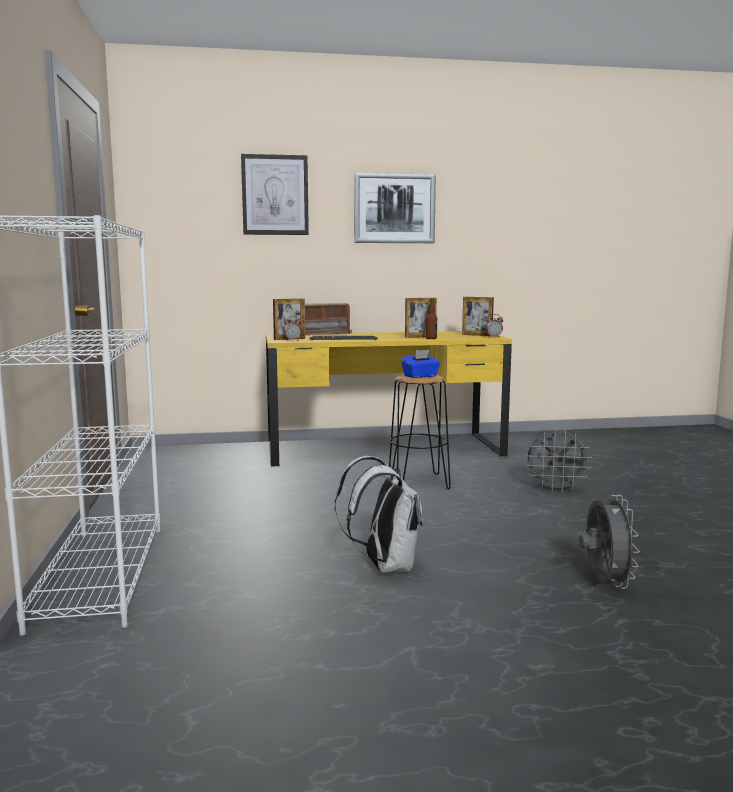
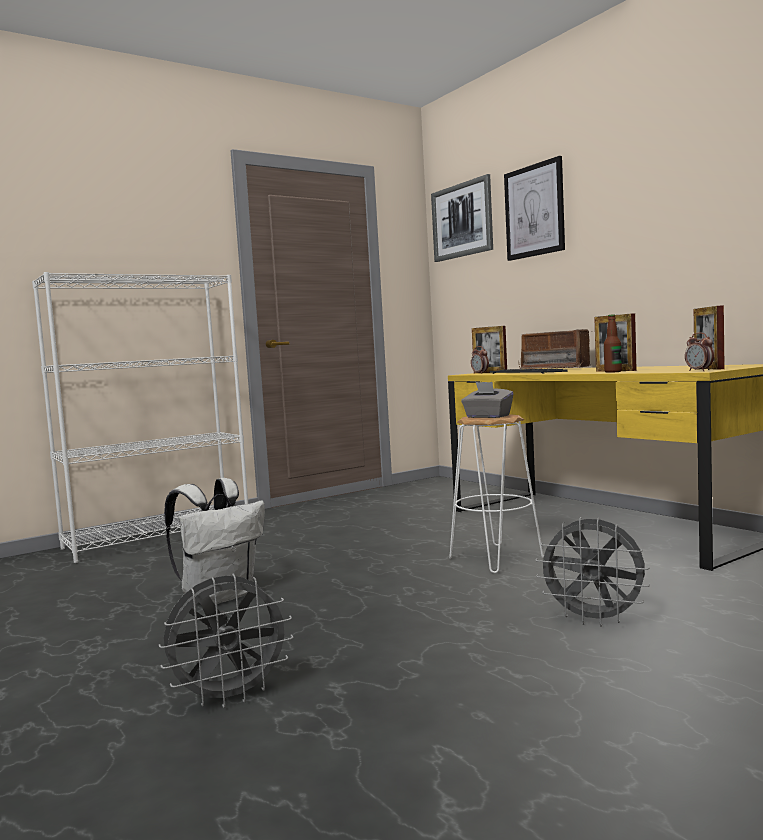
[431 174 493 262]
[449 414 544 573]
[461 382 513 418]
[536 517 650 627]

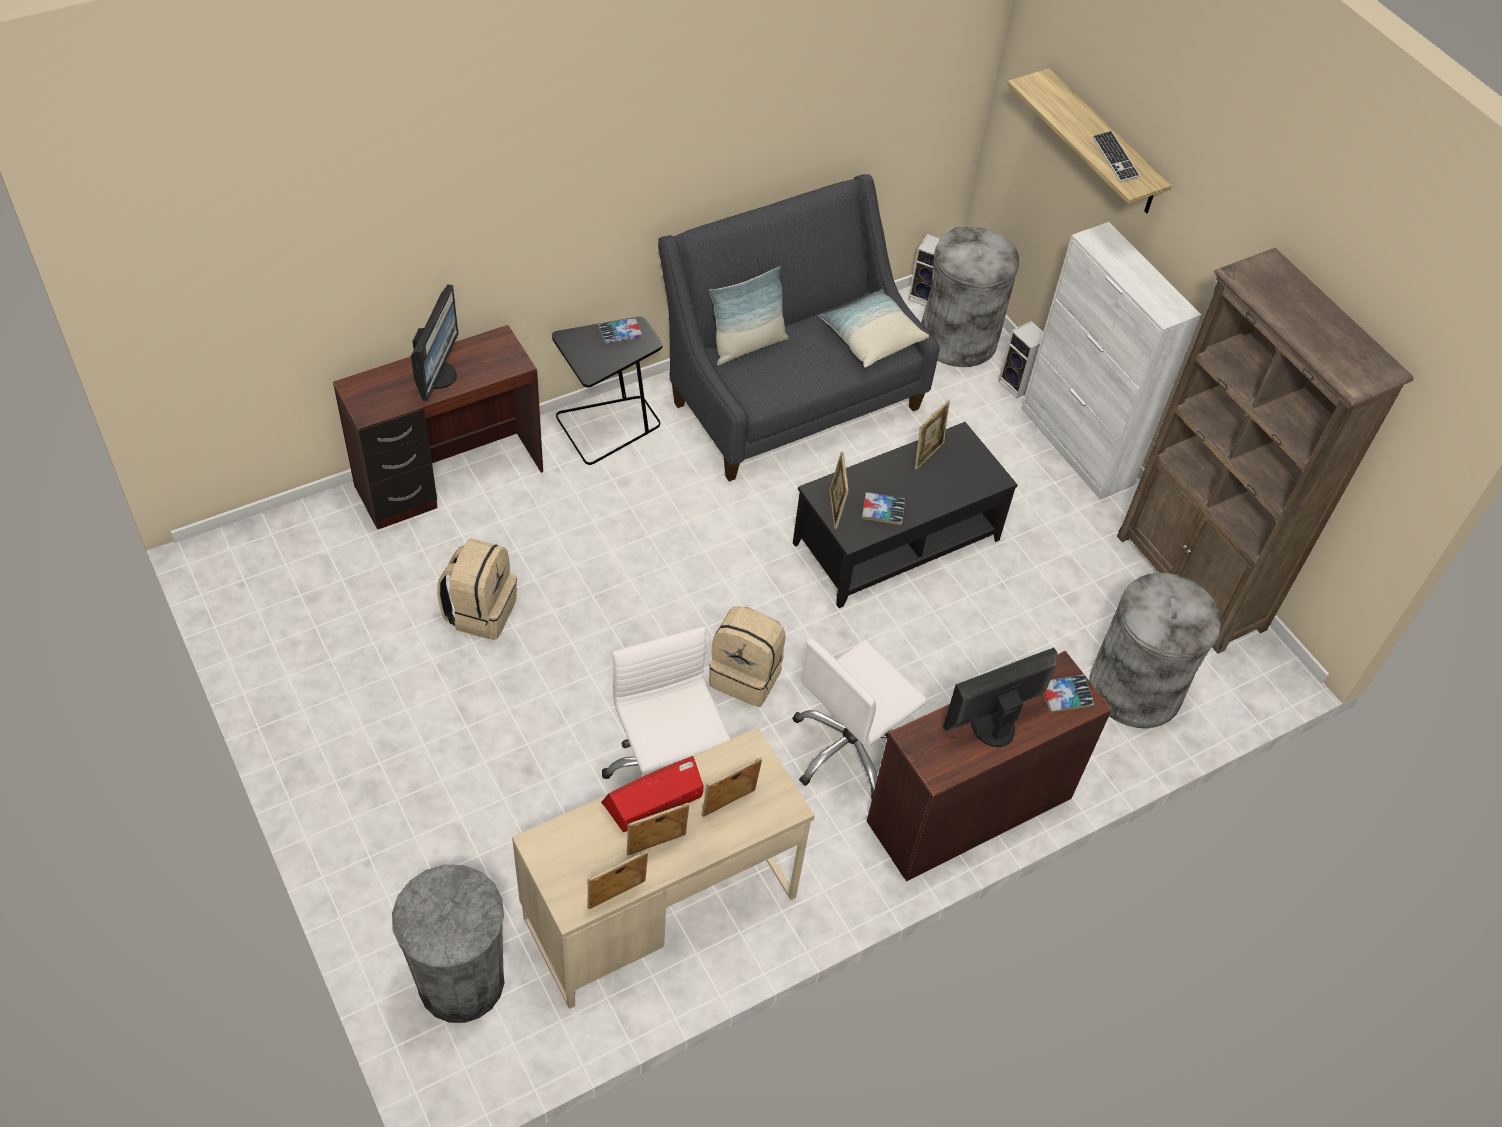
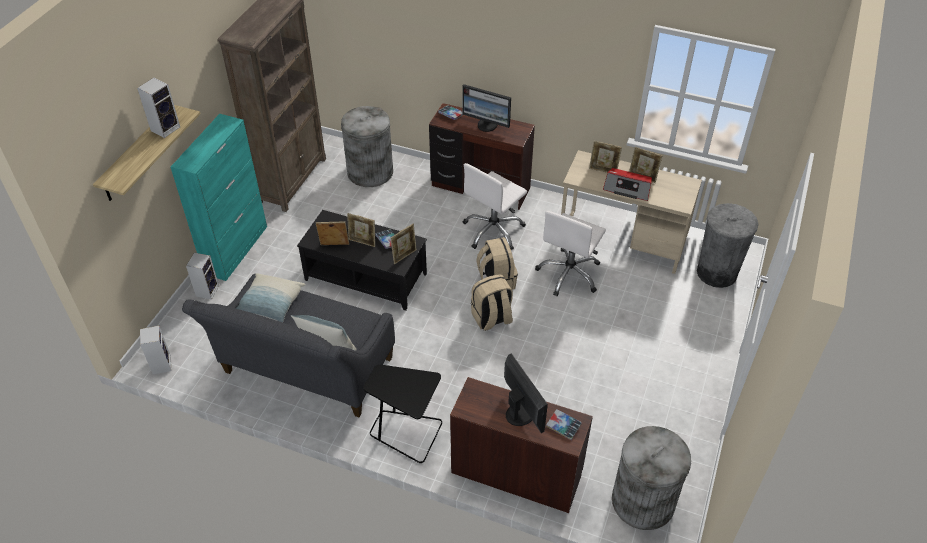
[137 77 180 138]
[171 114 267 281]
[347 213 375 247]
[463 163 527 250]
[471 274 513 331]
[504 353 548 433]
[546 409 582 440]
[612 426 691 530]

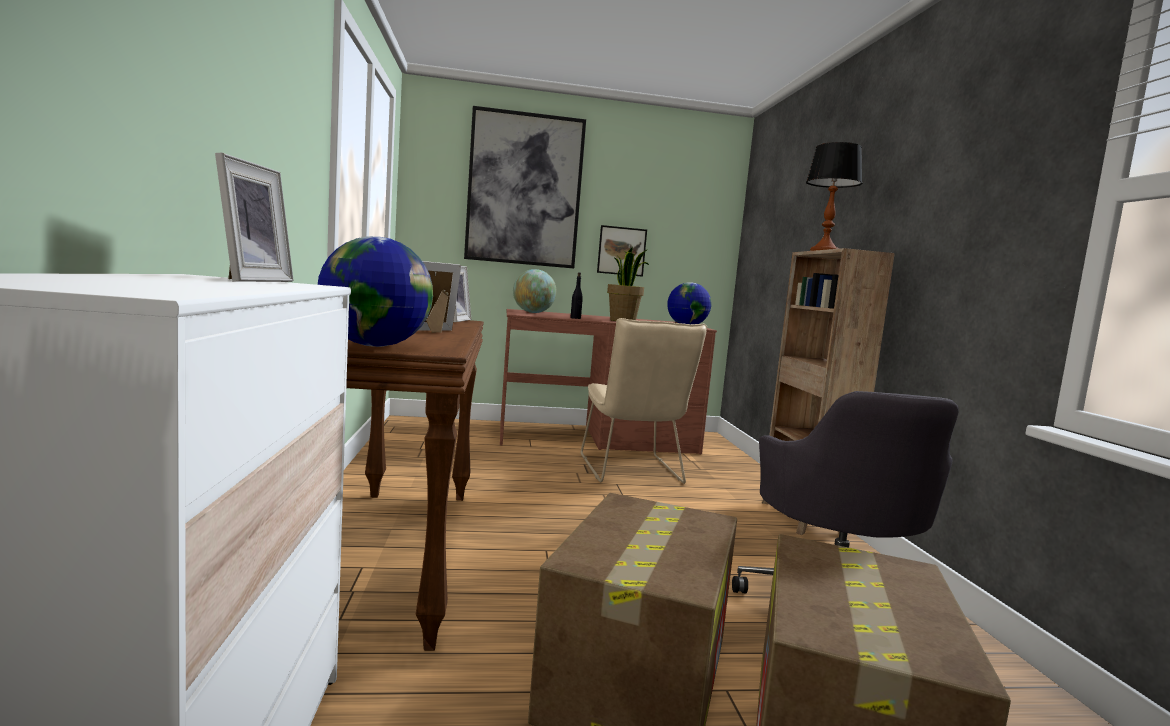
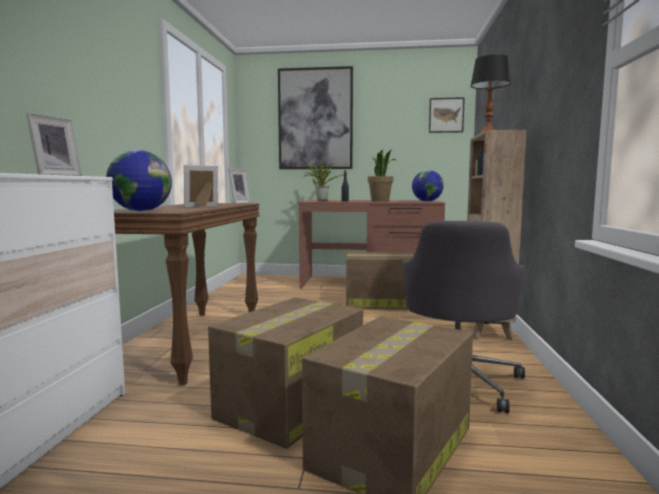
[304 162 344 201]
[346 252 415 309]
[429 97 465 133]

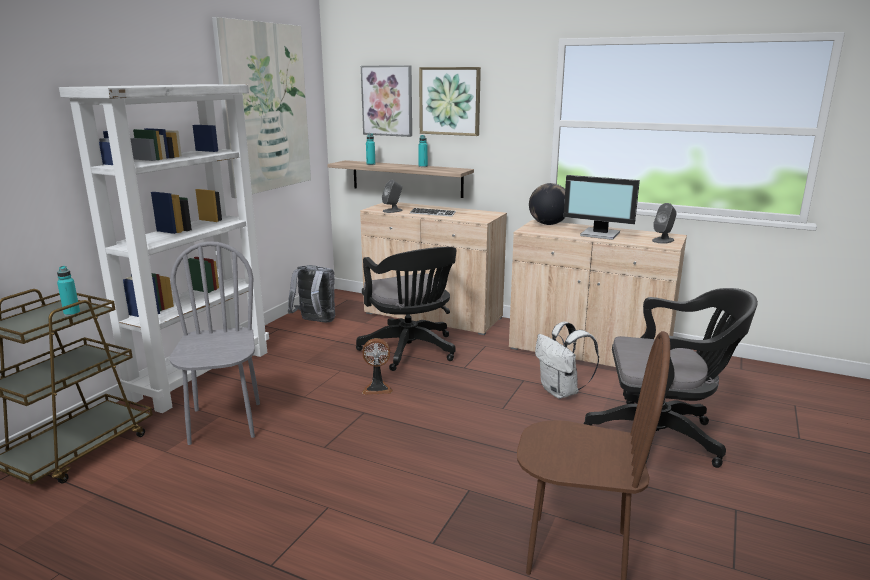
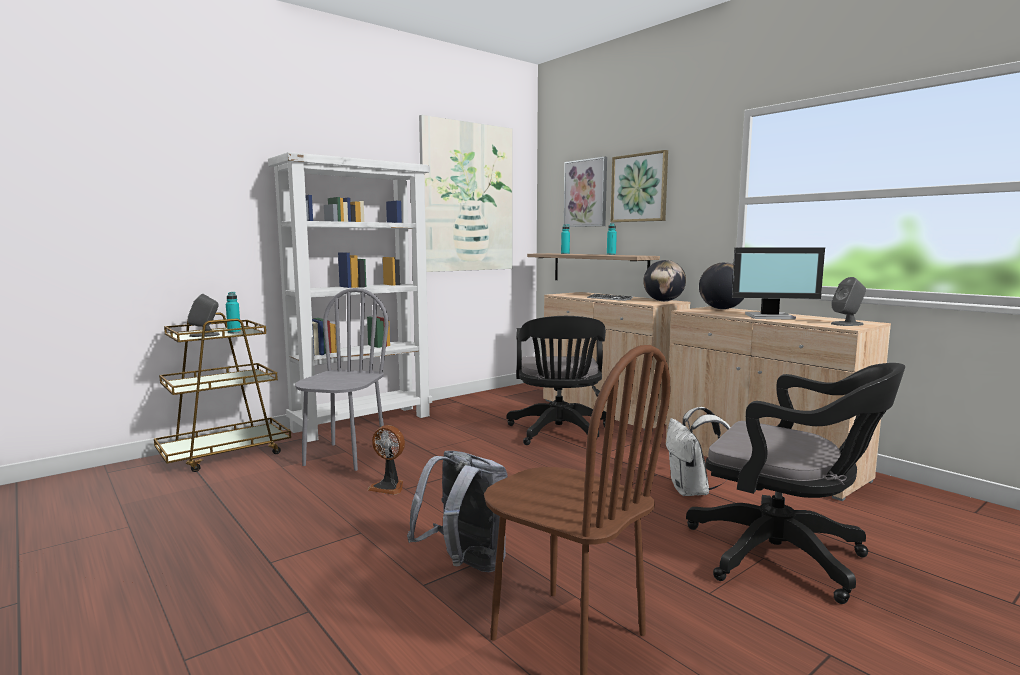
[188 294 220 337]
[368 425 405 495]
[407 451 508 572]
[643 260 686 301]
[732 247 825 320]

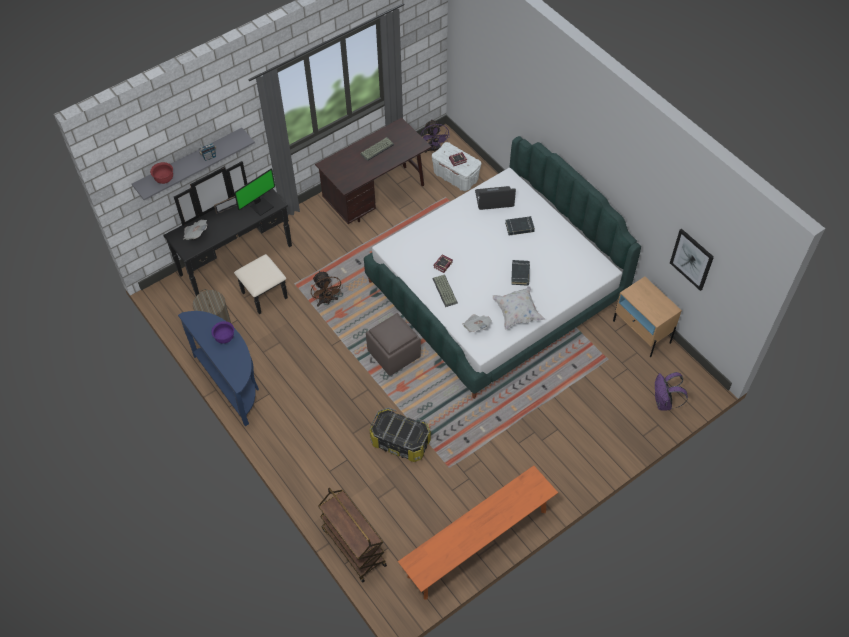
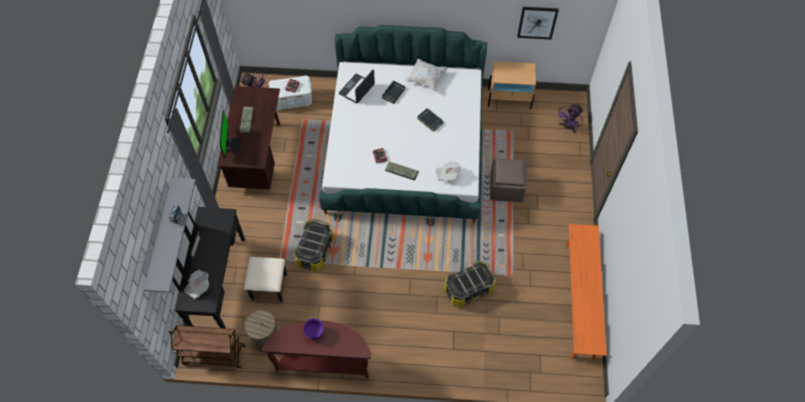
[169 325 246 368]
[219 110 241 158]
[262 321 371 379]
[293 219 334 272]
[405 59 448 92]
[490 159 526 202]
[557 104 583 133]
[150 162 173 184] (first image)

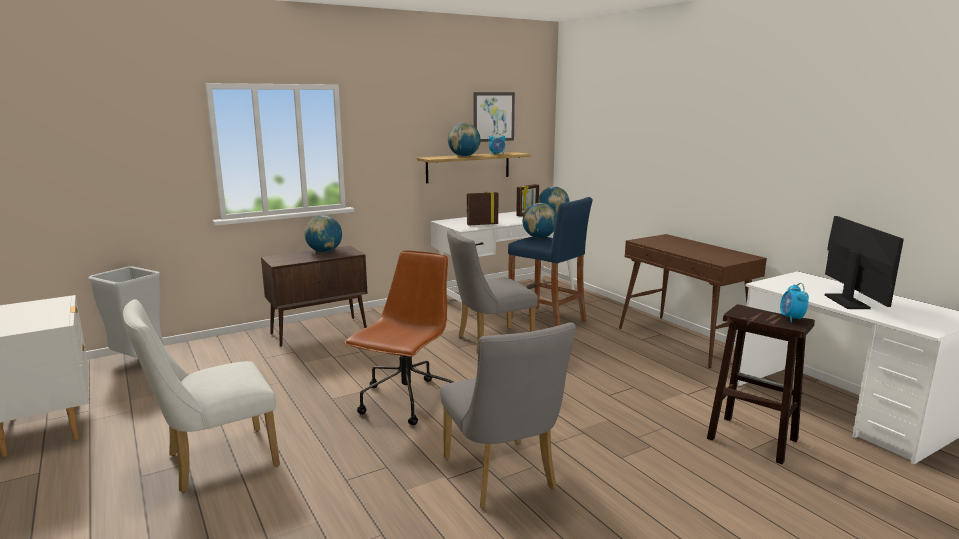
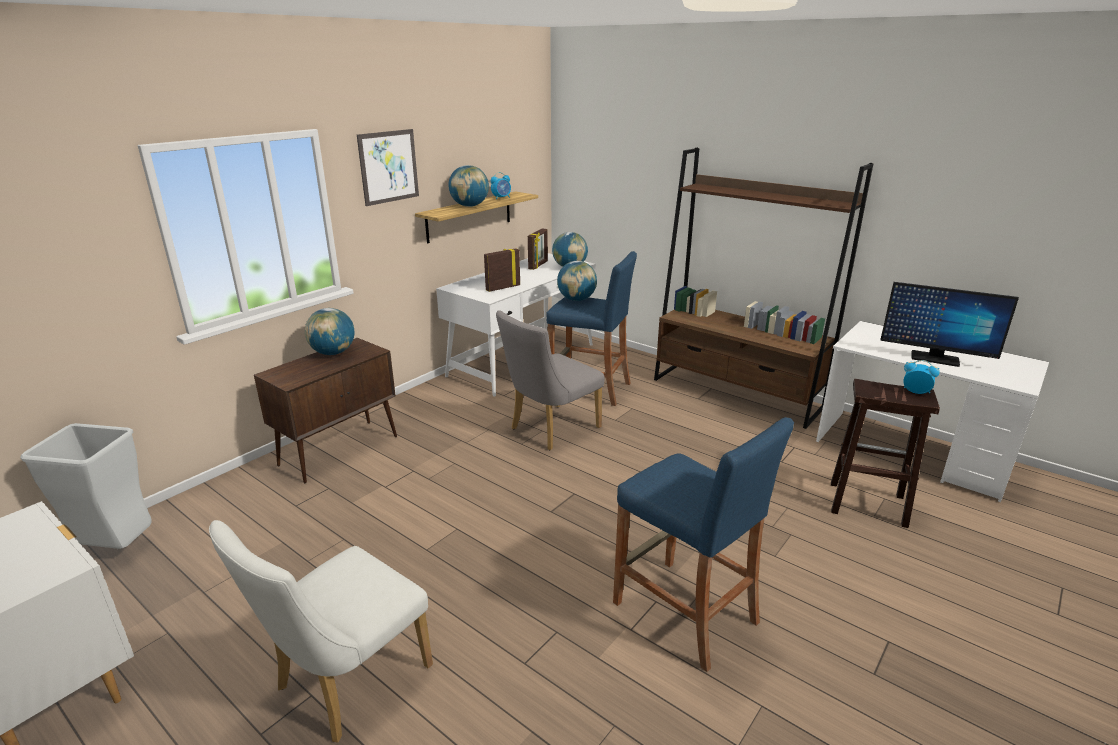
[357 129 419 206]
[613 417 794 672]
[654 147 873 429]
[880 282 1019 367]
[903 360 940 394]
[344 250 454 425] (first image)

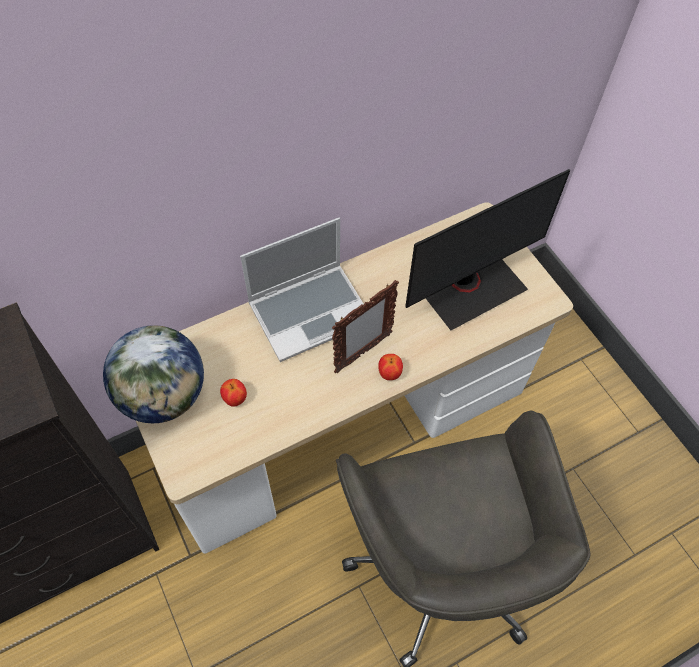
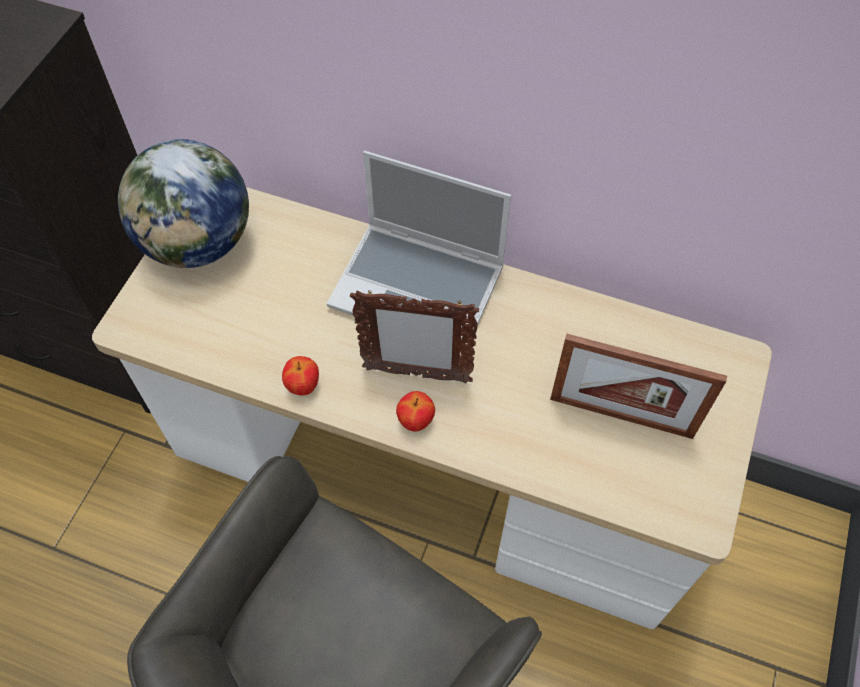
[282 356 319 395]
[550 334 727 439]

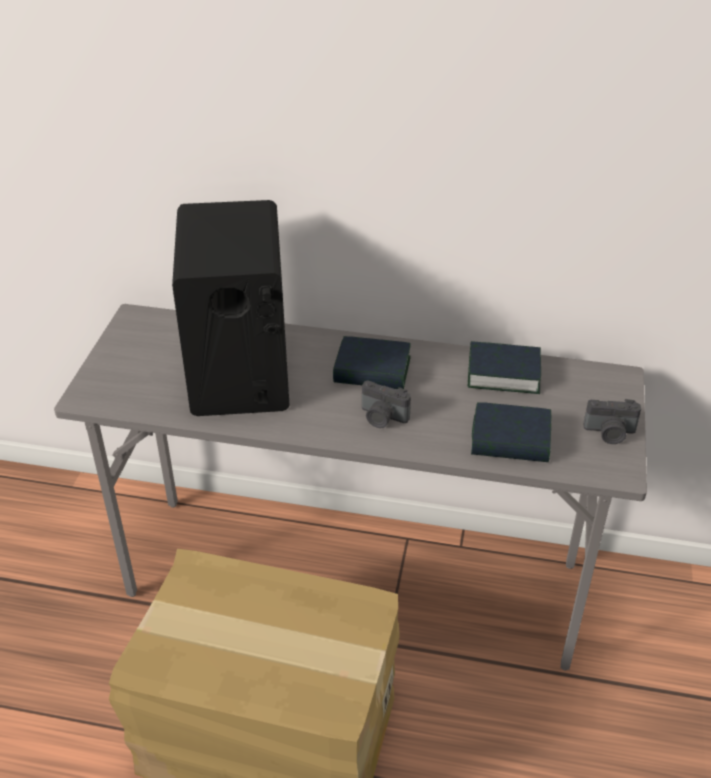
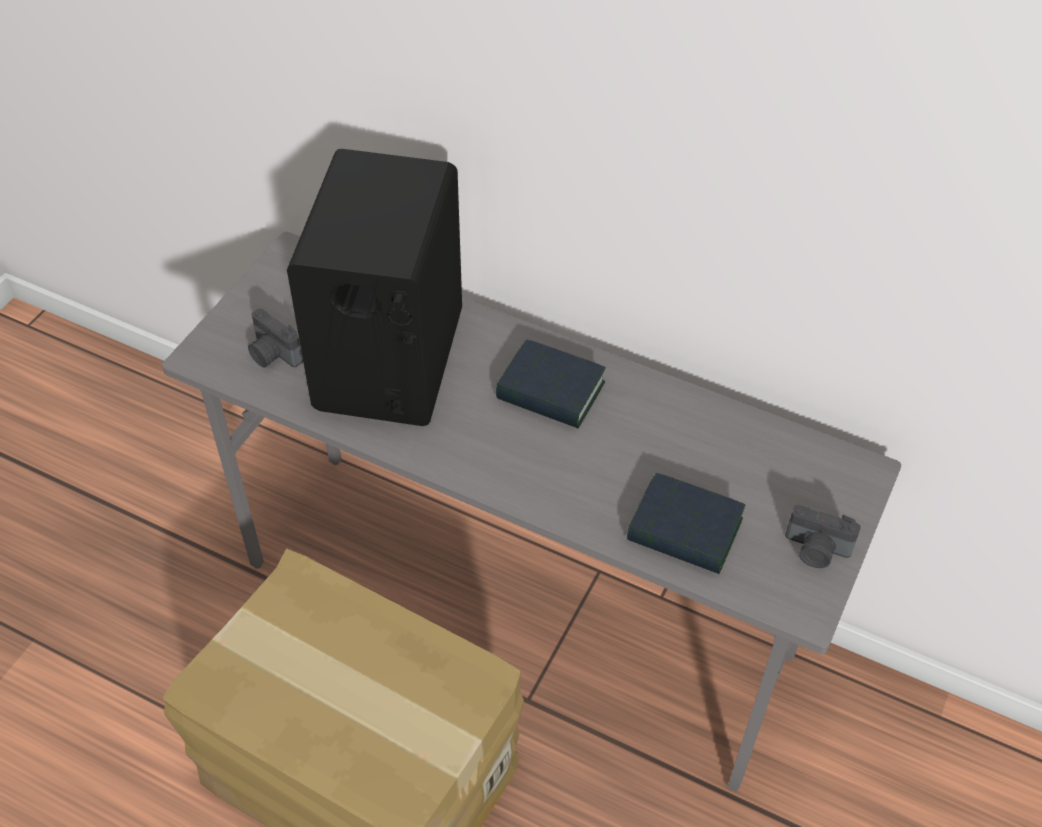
[248 308 303 368]
[468 341 541 394] (first image)

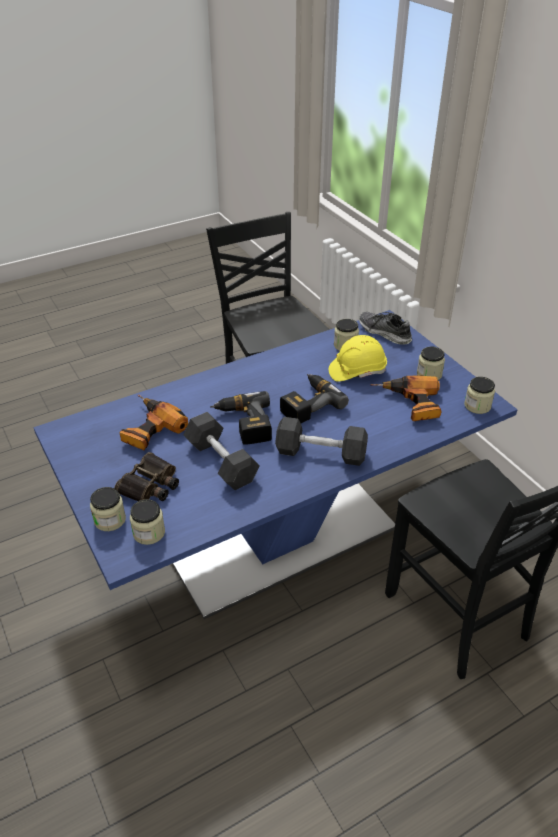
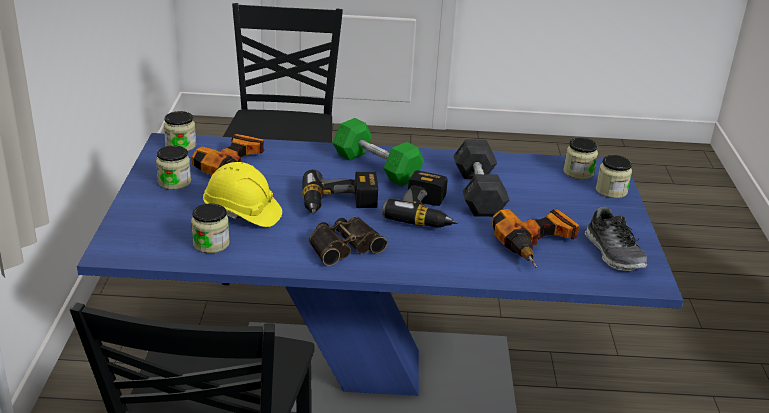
[309 216 387 266]
[332 118 424 187]
[585 207 648 271]

